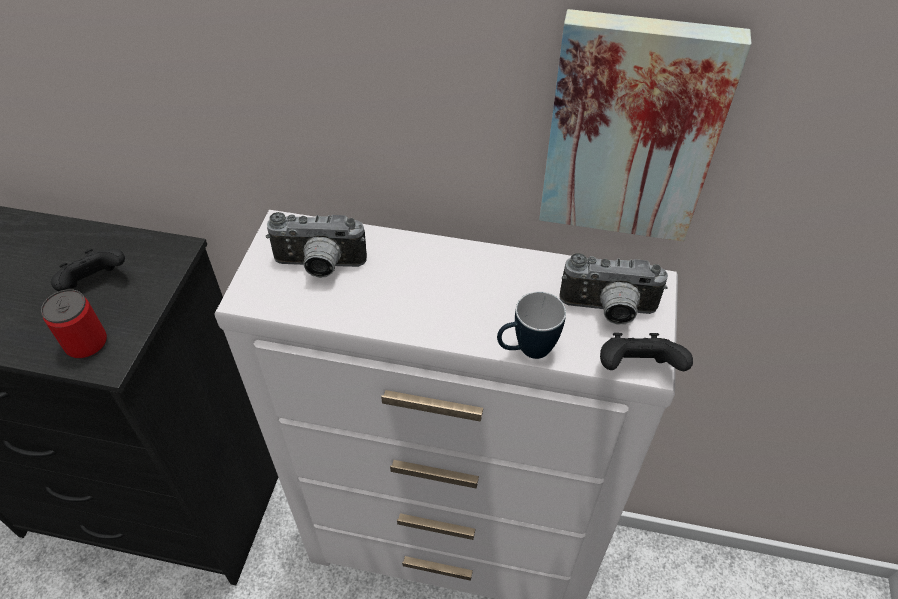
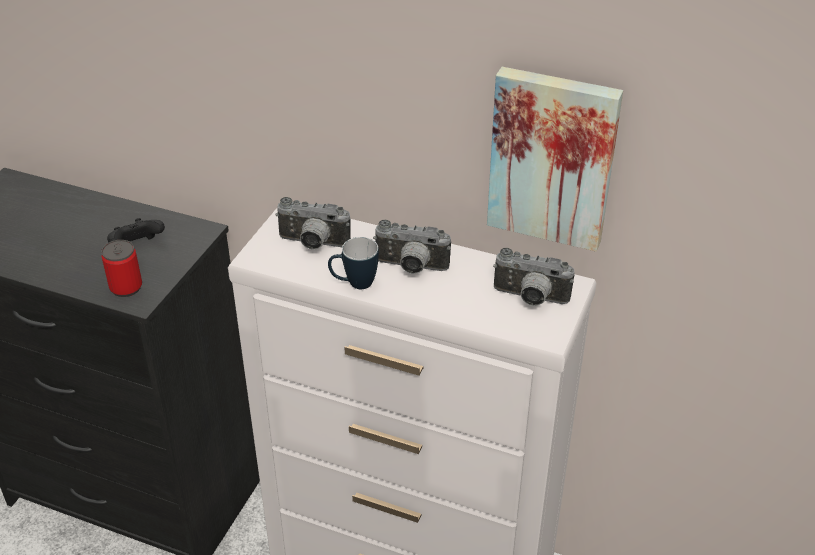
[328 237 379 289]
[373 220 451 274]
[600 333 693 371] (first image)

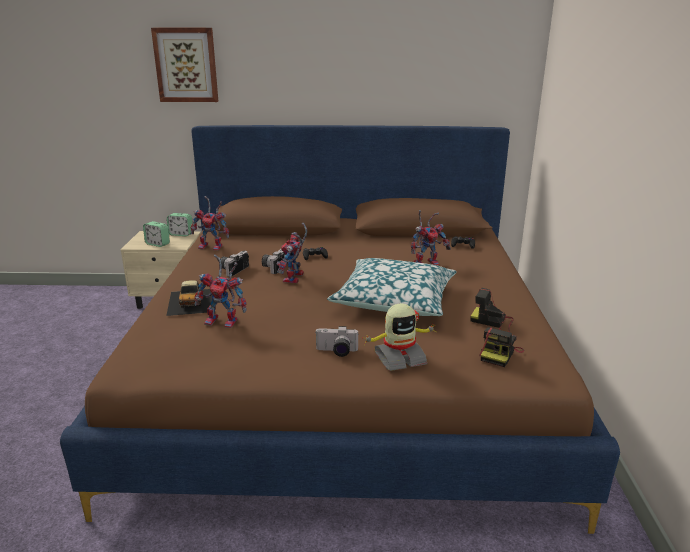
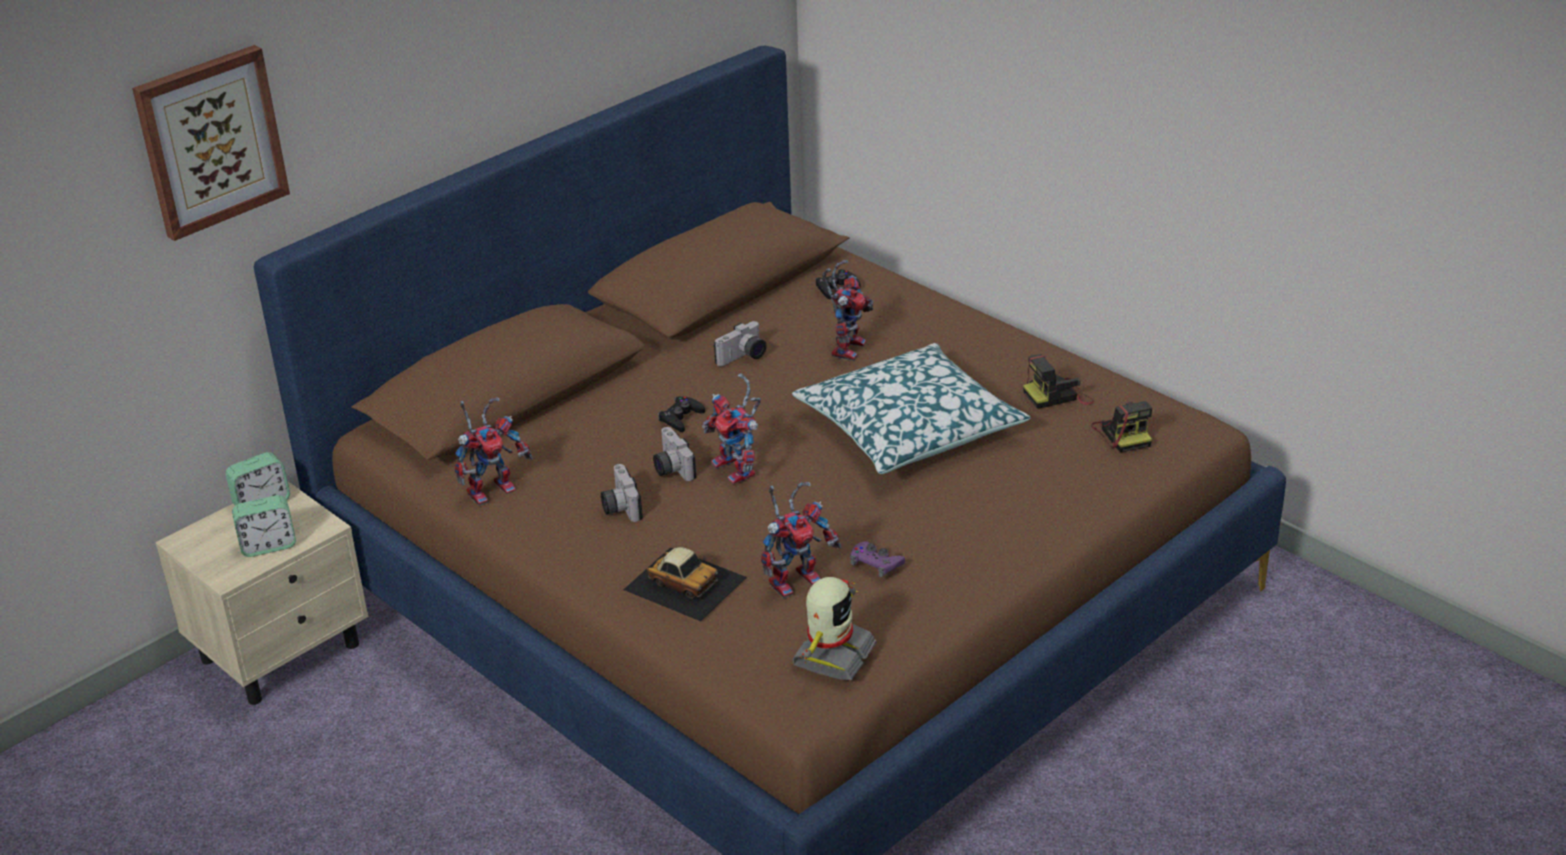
[714 321 766 366]
[792 577 877 680]
[850 541 905 577]

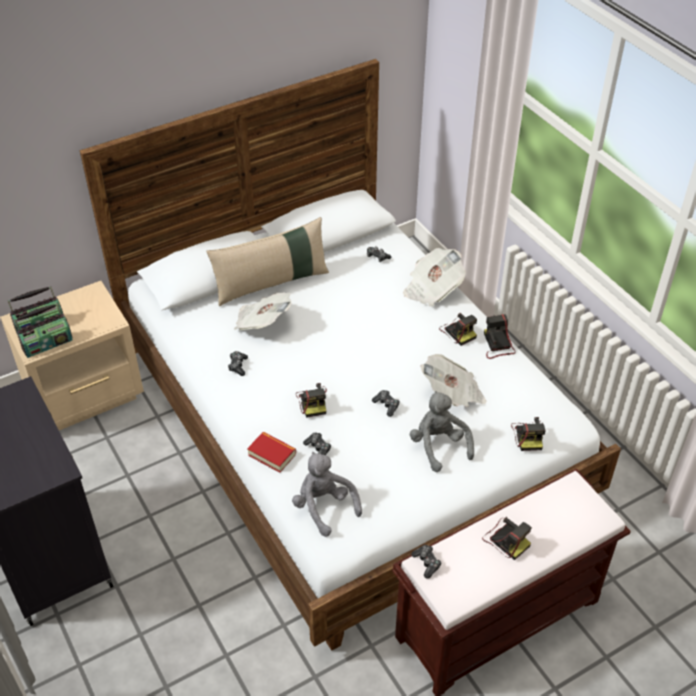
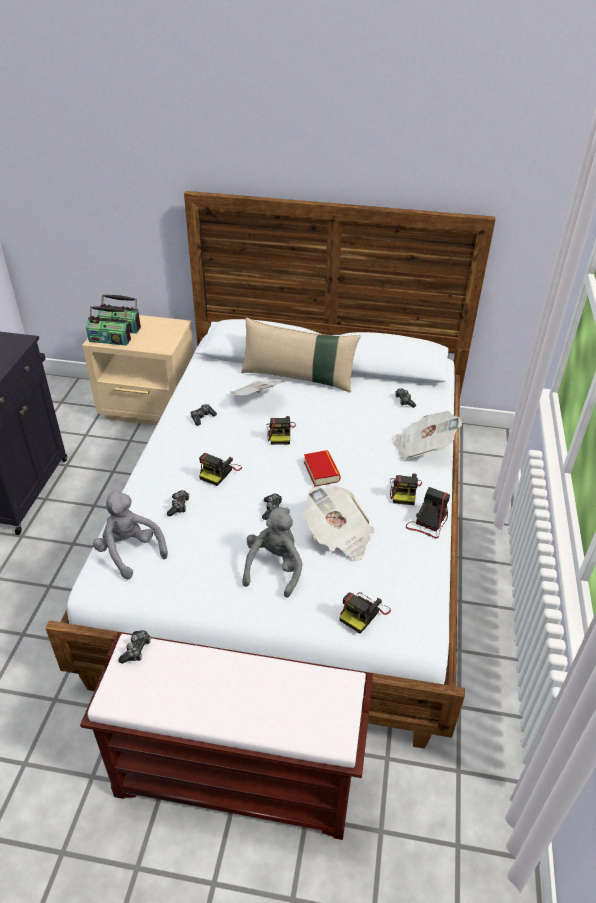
[93 492 168 580]
[266 416 296 445]
[304 450 341 487]

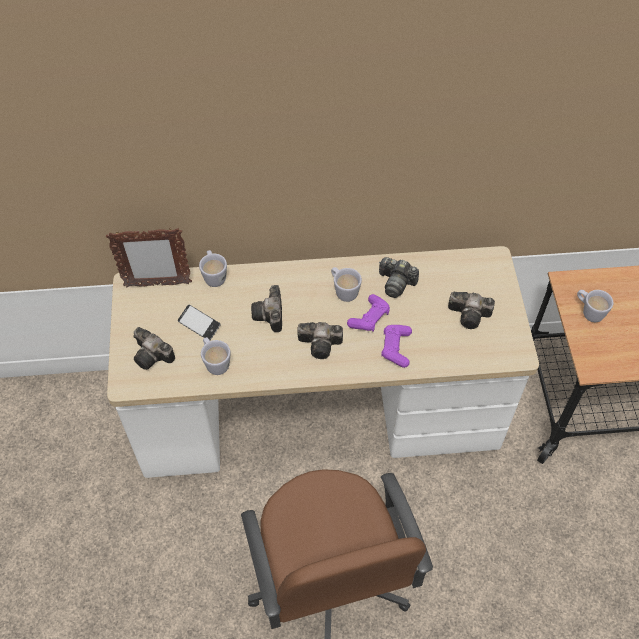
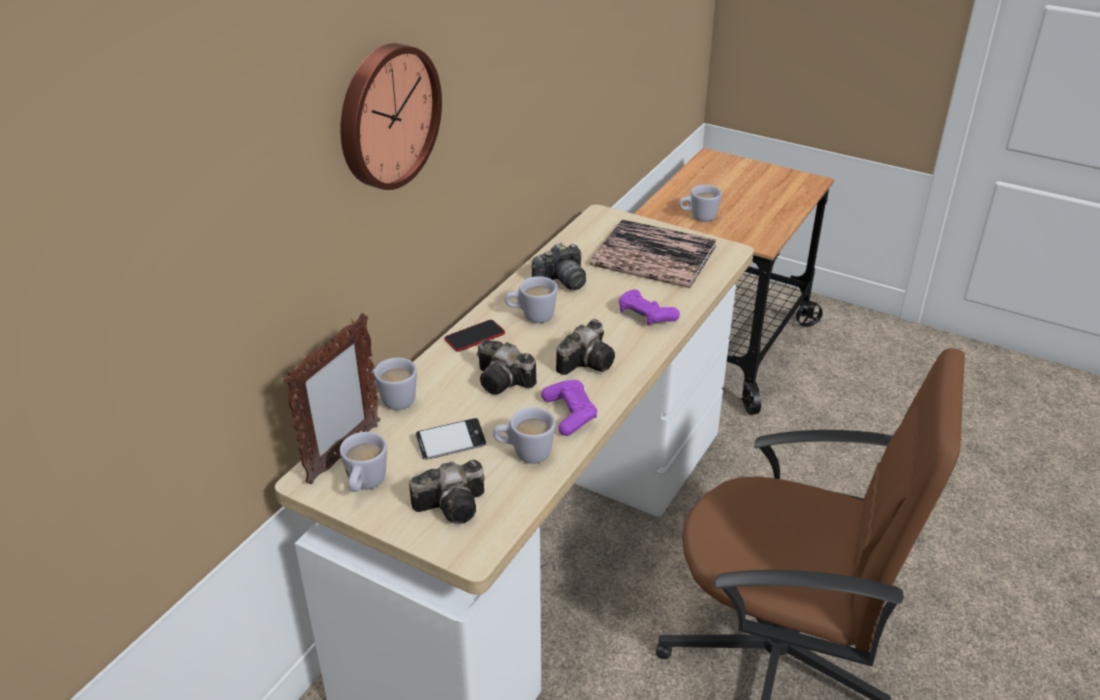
[340 43 442 190]
[340 432 387 492]
[444 320 505 352]
[541 380 597 436]
[590 219 717 288]

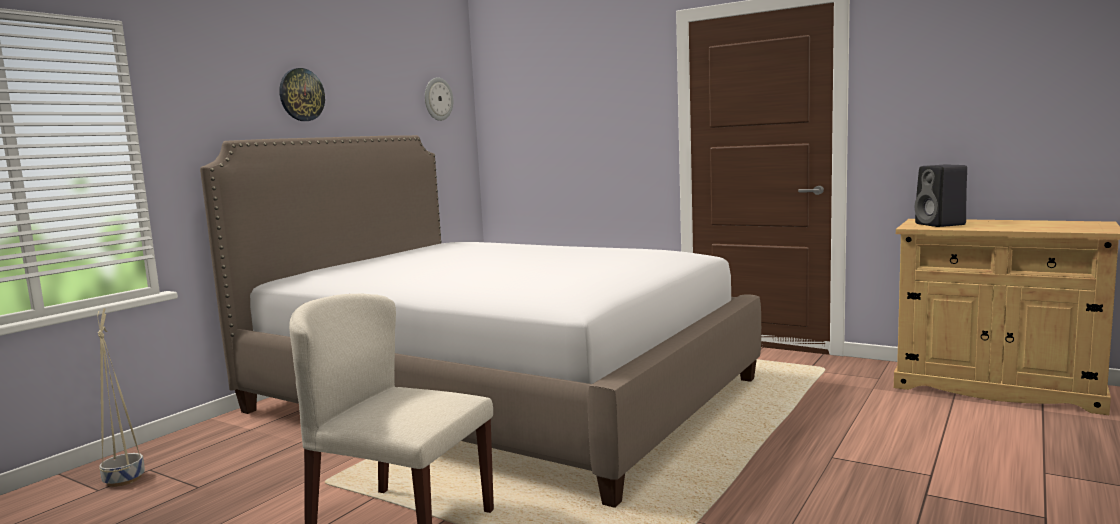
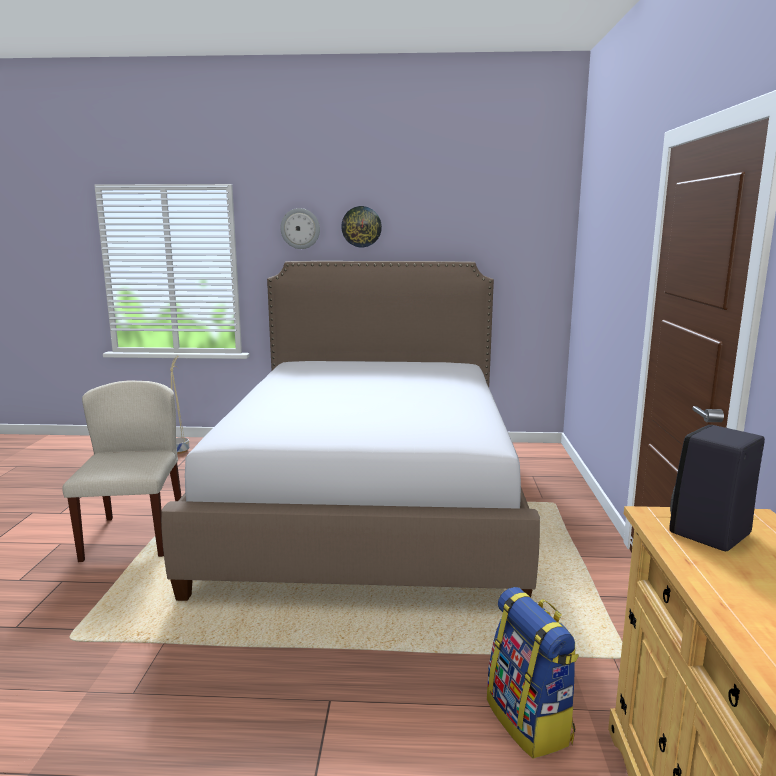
[281 208 320 249]
[487 587 579 758]

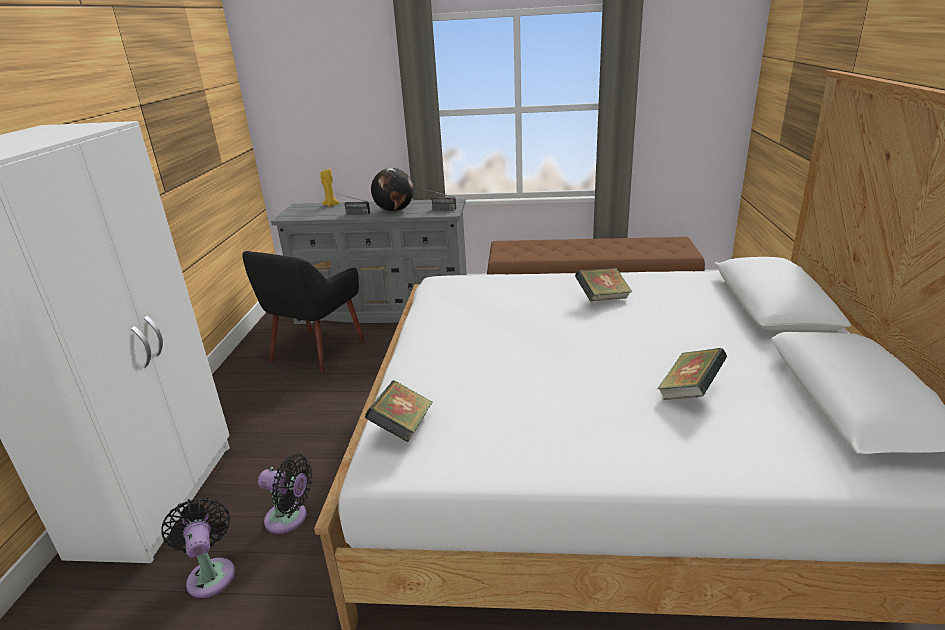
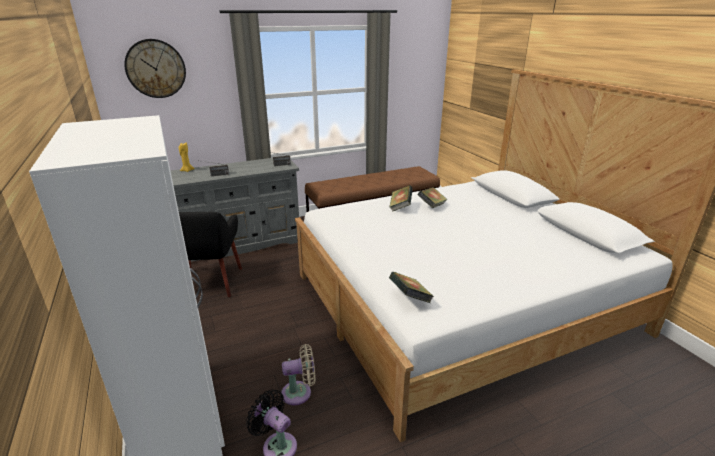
[124 39 186 98]
[281 344 315 405]
[389 185 413 212]
[371 168 414 212] (first image)

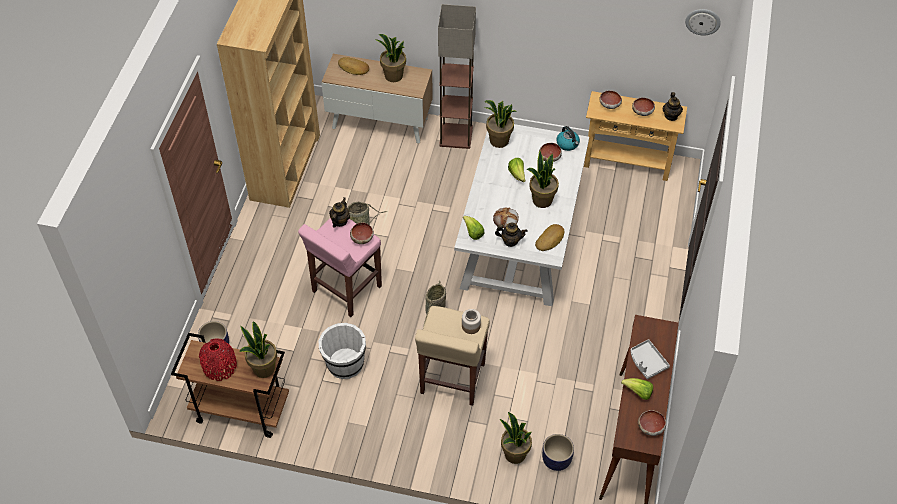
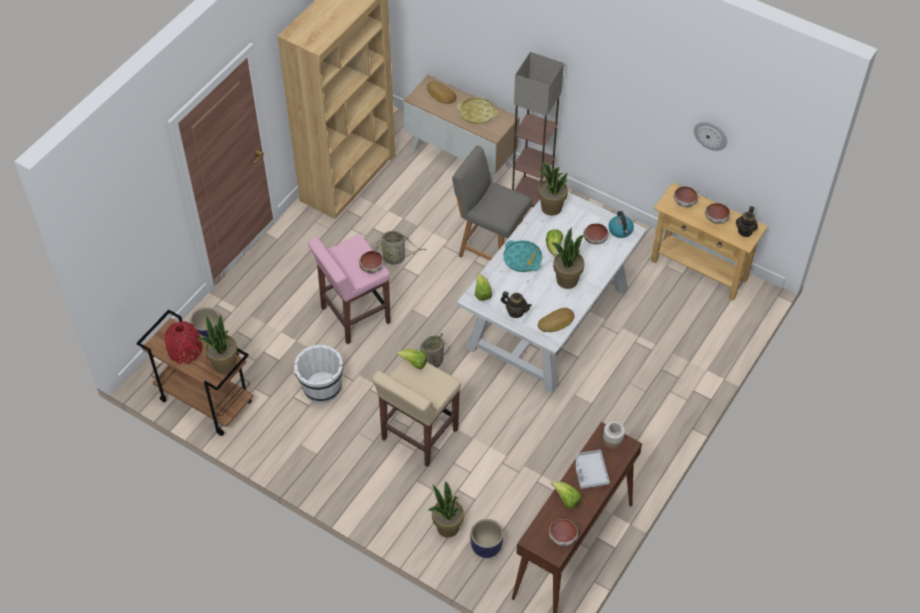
[396 349 427 369]
[452 145 532 260]
[457 97 498 124]
[504 240 542 272]
[603 421 625 449]
[694 122 727 151]
[329 197 350 228] (first image)
[493 207 519 228] (first image)

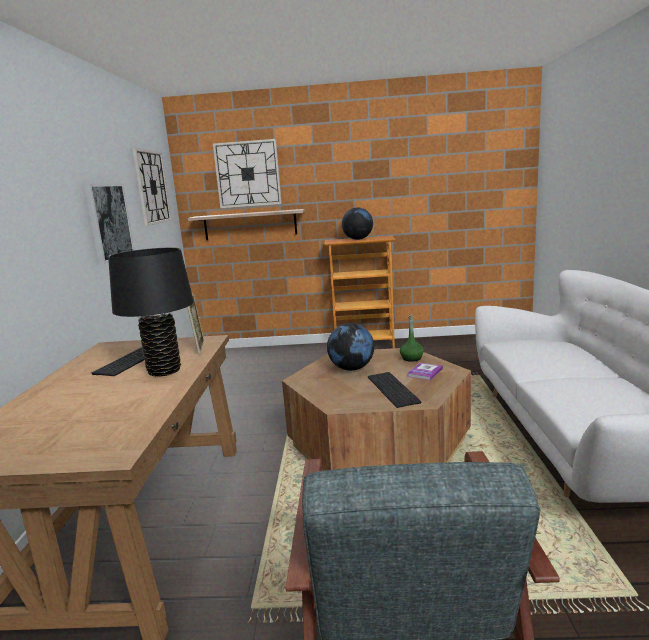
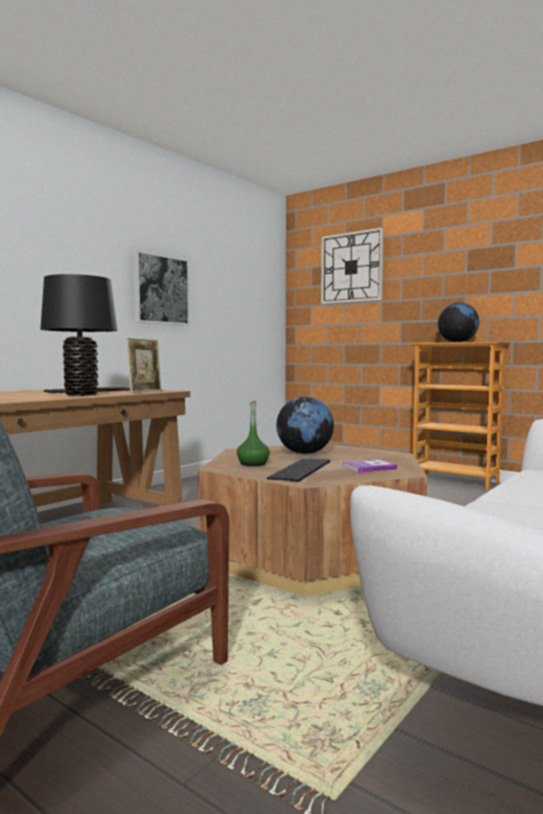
[237 401 270 466]
[132 148 172 226] (first image)
[188 209 305 240] (first image)

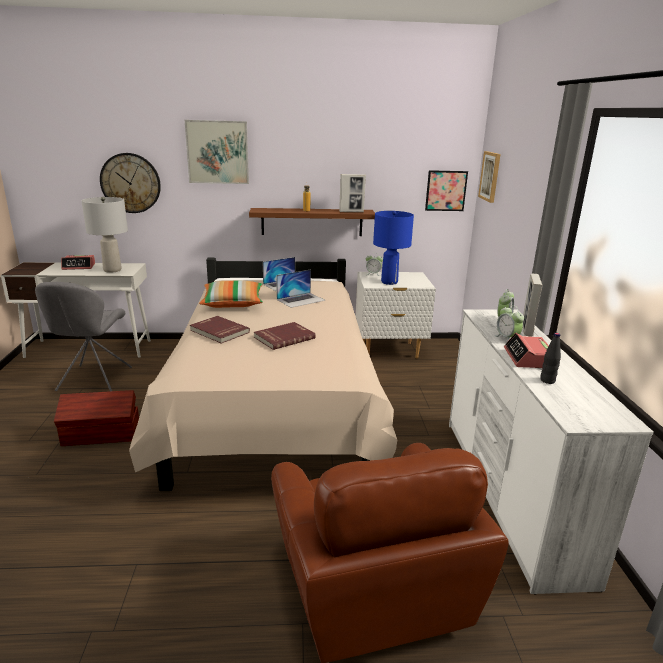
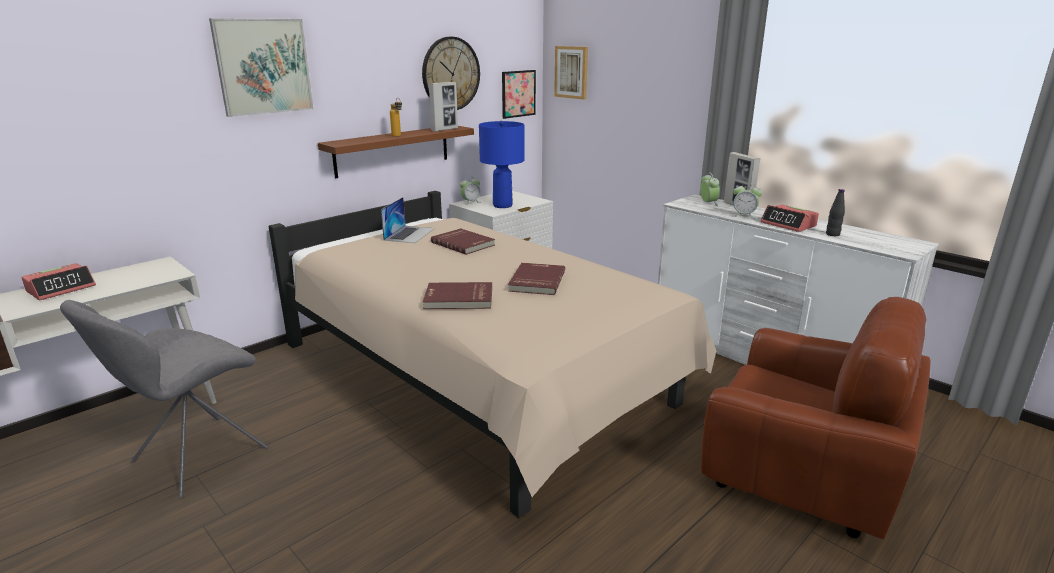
[60 300 268 498]
[422 37 480 110]
[431 228 495 255]
[54 390 139 446] (first image)
[82 197 128 273] (first image)
[199 281 263 308] (first image)

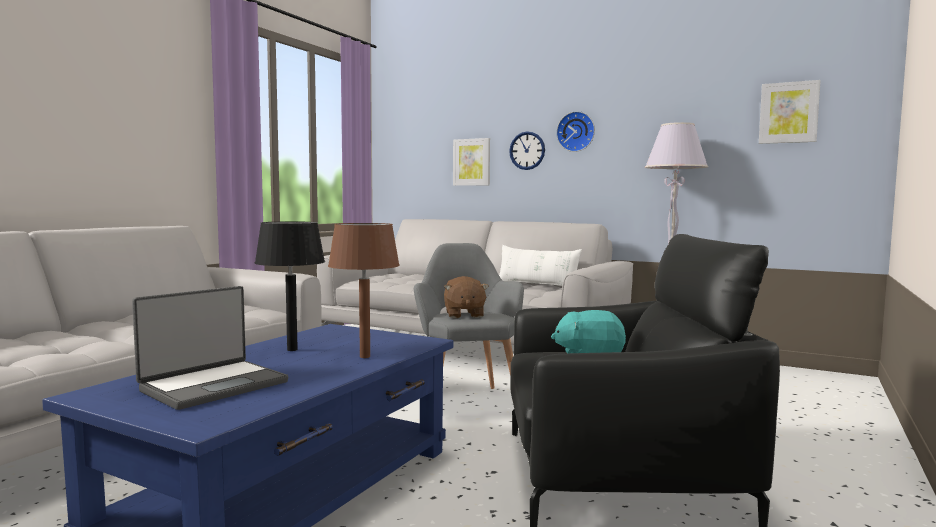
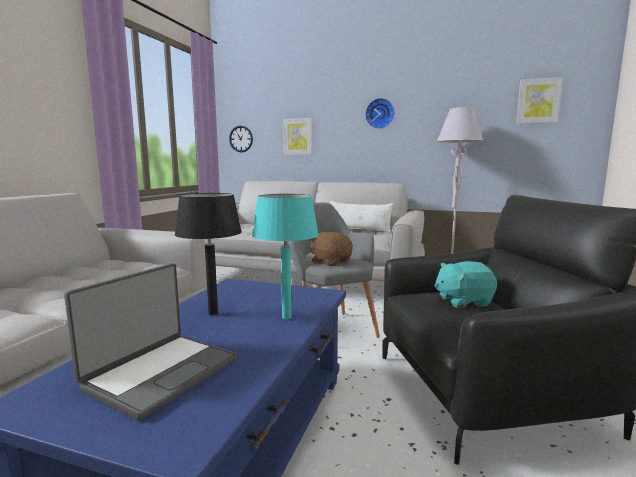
[229 125 253 152]
[252 194 319 319]
[310 232 353 266]

